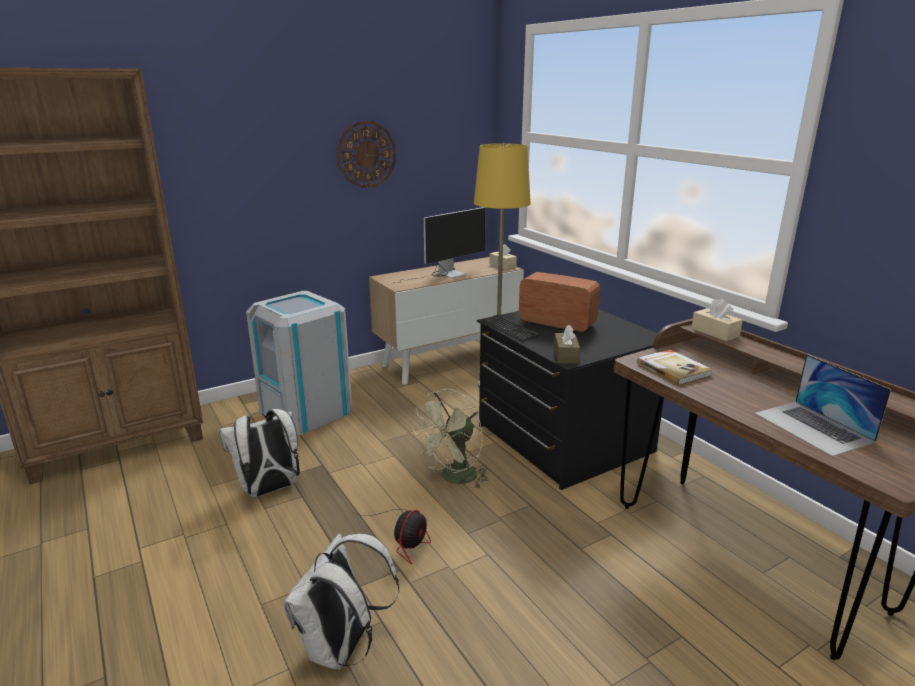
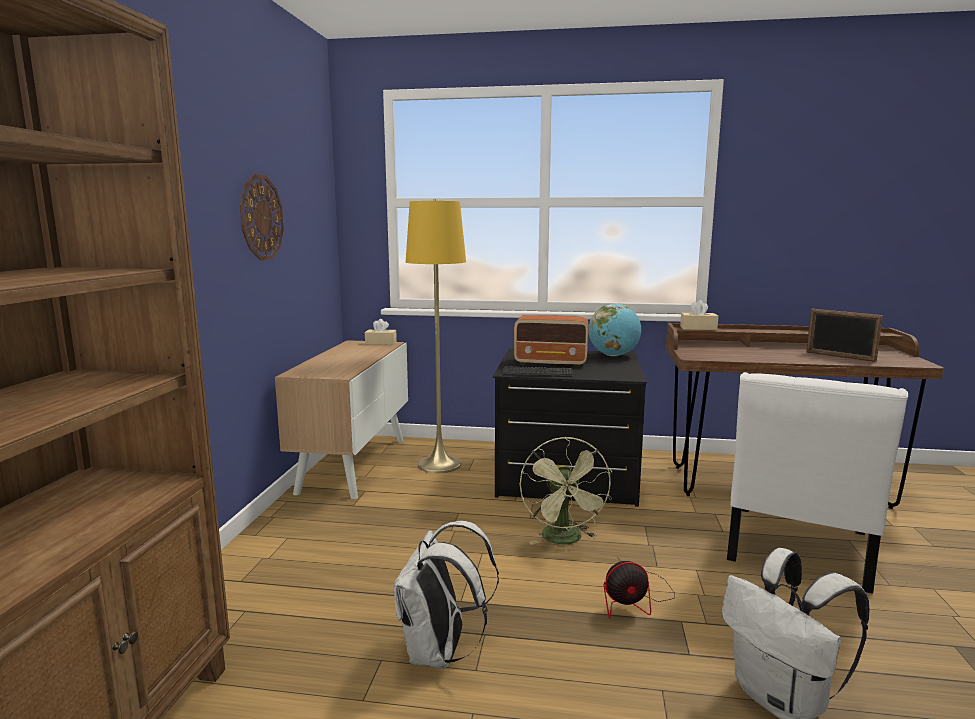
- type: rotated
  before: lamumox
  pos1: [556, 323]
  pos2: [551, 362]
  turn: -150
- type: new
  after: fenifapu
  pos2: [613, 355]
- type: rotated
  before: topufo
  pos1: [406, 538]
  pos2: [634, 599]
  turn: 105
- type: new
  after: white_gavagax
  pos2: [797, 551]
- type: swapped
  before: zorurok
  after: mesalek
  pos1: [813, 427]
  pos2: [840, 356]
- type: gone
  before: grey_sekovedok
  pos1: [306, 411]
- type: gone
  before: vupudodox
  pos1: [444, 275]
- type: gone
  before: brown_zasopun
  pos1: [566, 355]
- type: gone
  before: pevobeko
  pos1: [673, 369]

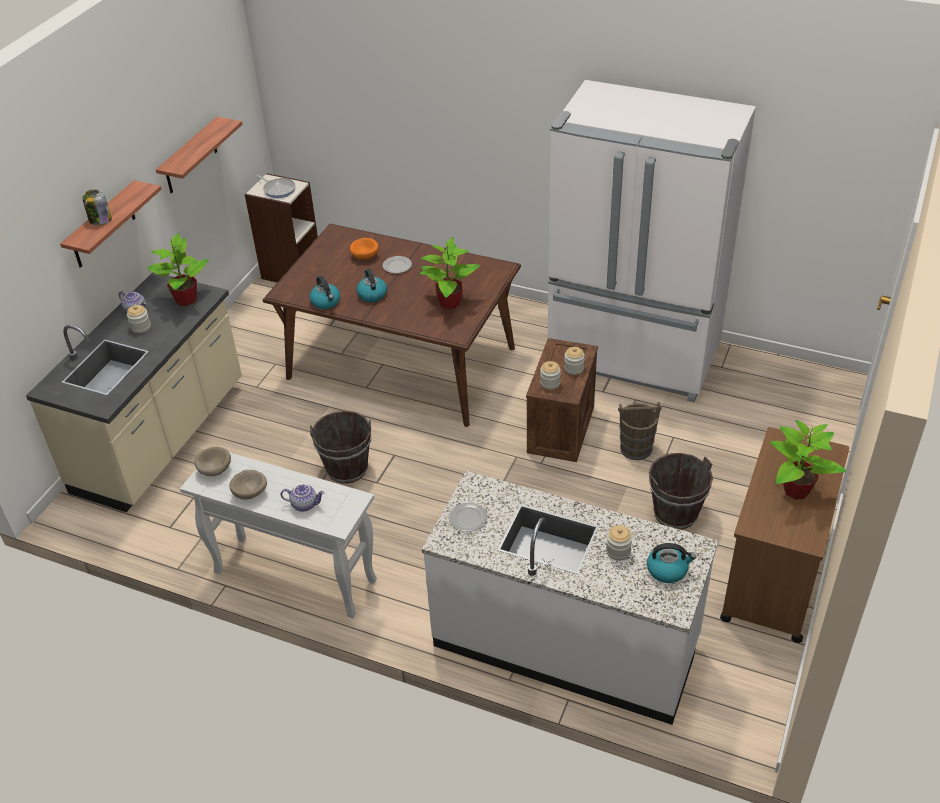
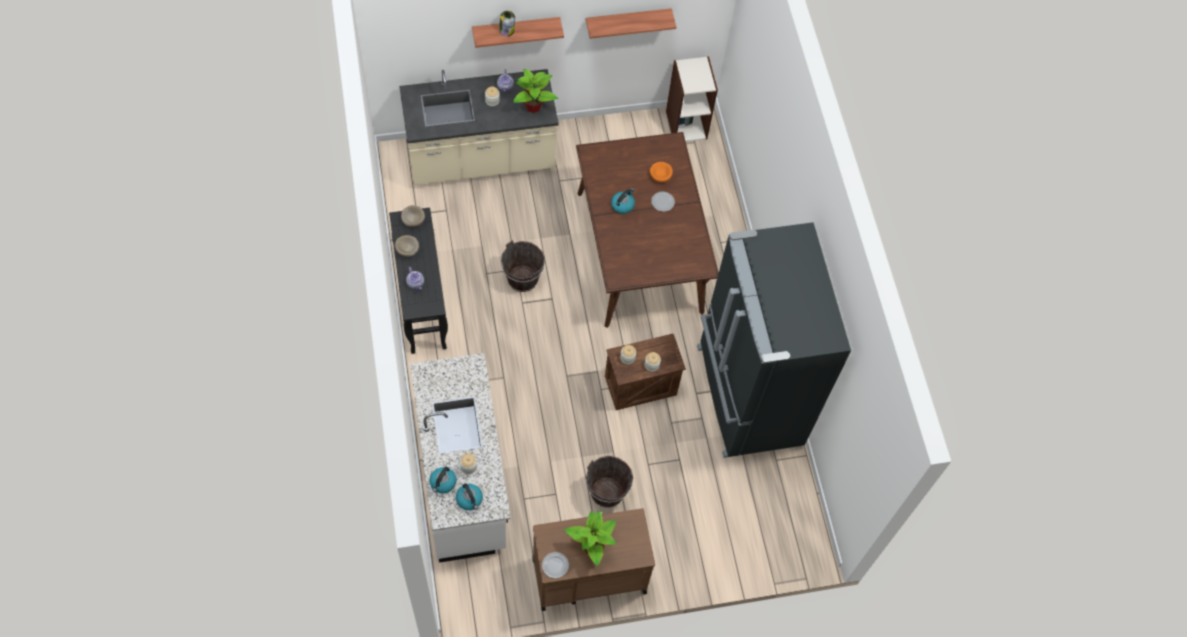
- type: repainted
  before: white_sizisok
  after: black_sizisok
  pos1: [293, 576]
  pos2: [422, 303]
- type: shifted
  before: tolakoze
  pos1: [326, 302]
  pos2: [443, 483]
- type: shifted
  before: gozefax
  pos1: [467, 519]
  pos2: [555, 565]
- type: repainted
  before: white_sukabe
  after: black_sukabe
  pos1: [633, 357]
  pos2: [747, 396]
- type: gone
  before: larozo
  pos1: [278, 189]
- type: gone
  before: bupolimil
  pos1: [449, 303]
- type: gone
  before: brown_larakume
  pos1: [636, 448]

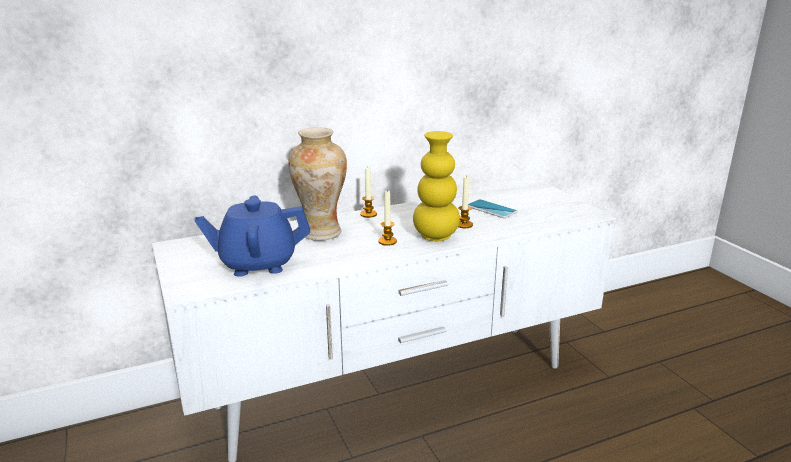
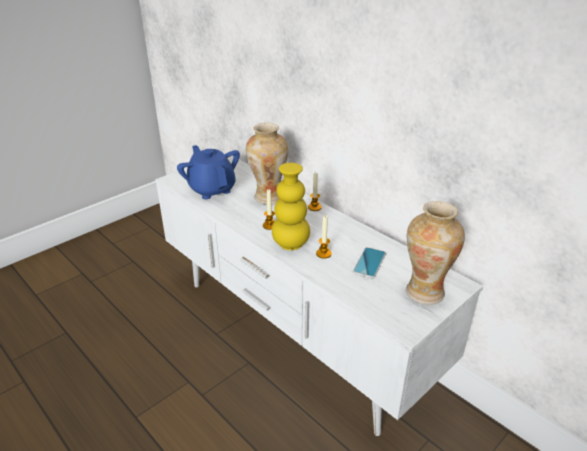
- type: new
  after: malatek
  pos2: [425, 292]

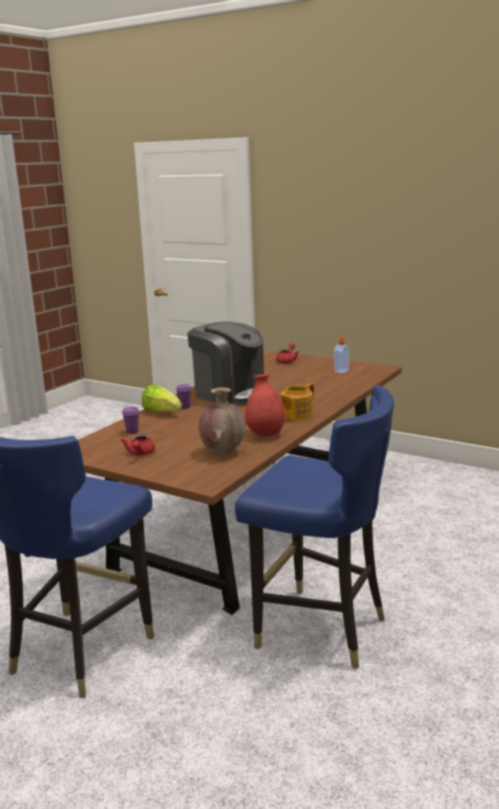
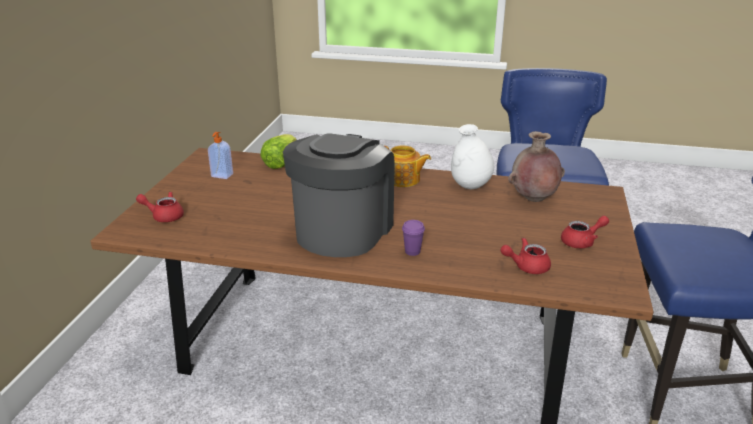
- type: shifted
  before: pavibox
  pos1: [161, 412]
  pos2: [280, 162]
- type: repainted
  before: red_malatek
  after: white_malatek
  pos1: [265, 435]
  pos2: [470, 186]
- type: swapped
  before: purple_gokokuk
  after: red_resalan
  pos1: [132, 431]
  pos2: [526, 266]

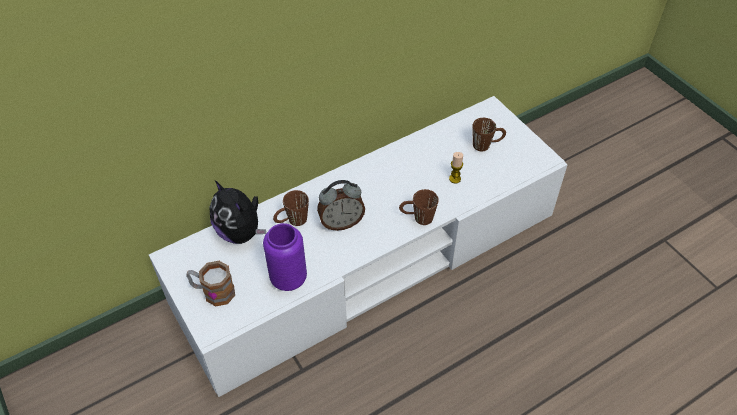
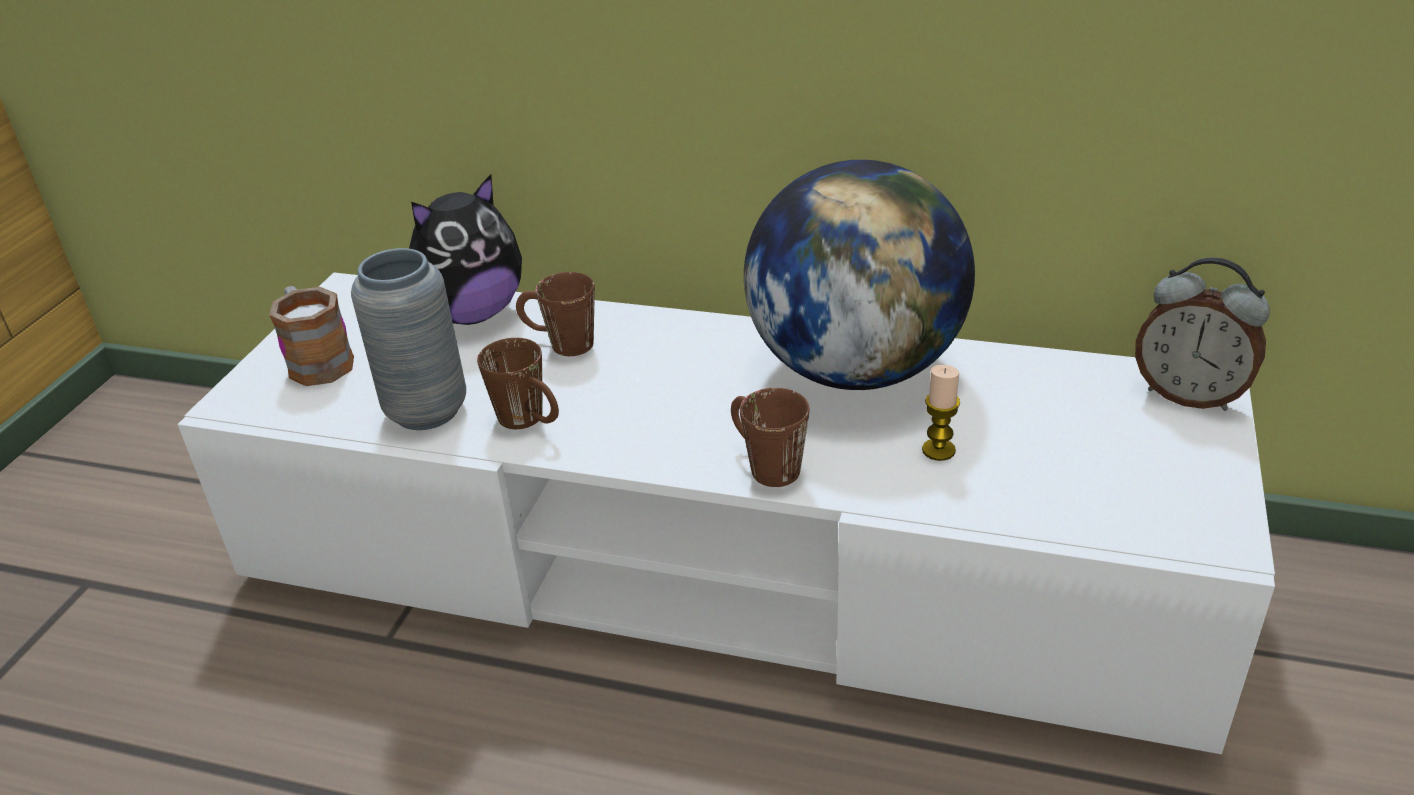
- type: repainted
  before: purple_malatek
  after: grey_malatek
  pos1: [288, 279]
  pos2: [427, 411]
- type: rotated
  before: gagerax
  pos1: [240, 232]
  pos2: [472, 314]
  turn: -135
- type: shifted
  before: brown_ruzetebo
  pos1: [486, 144]
  pos2: [531, 421]
- type: new
  after: fenifapu
  pos2: [855, 369]
- type: shifted
  before: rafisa
  pos1: [341, 222]
  pos2: [1189, 395]

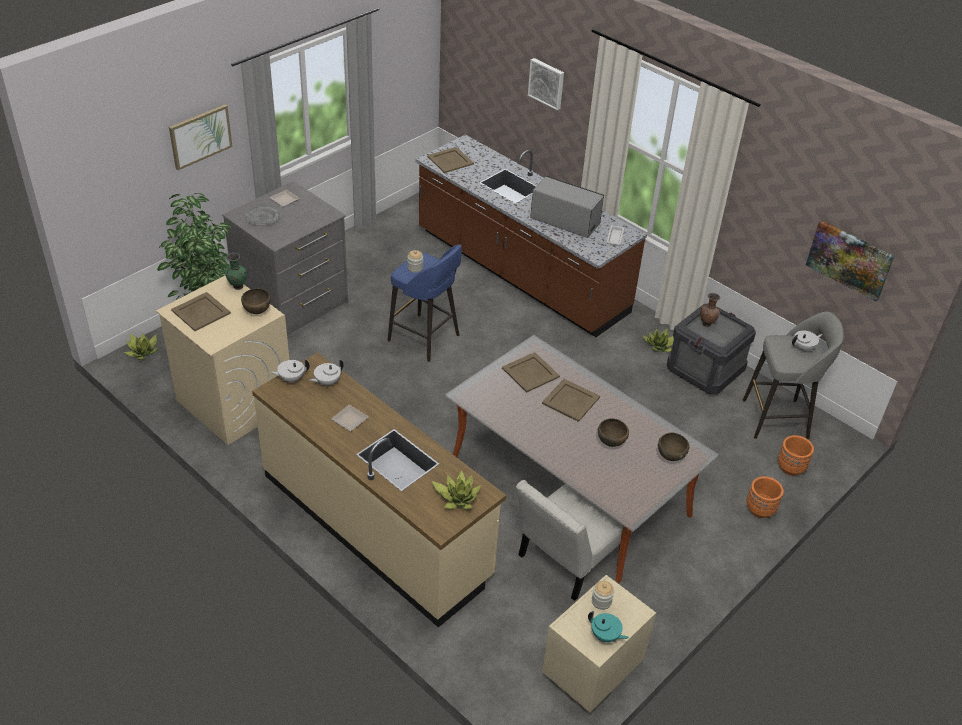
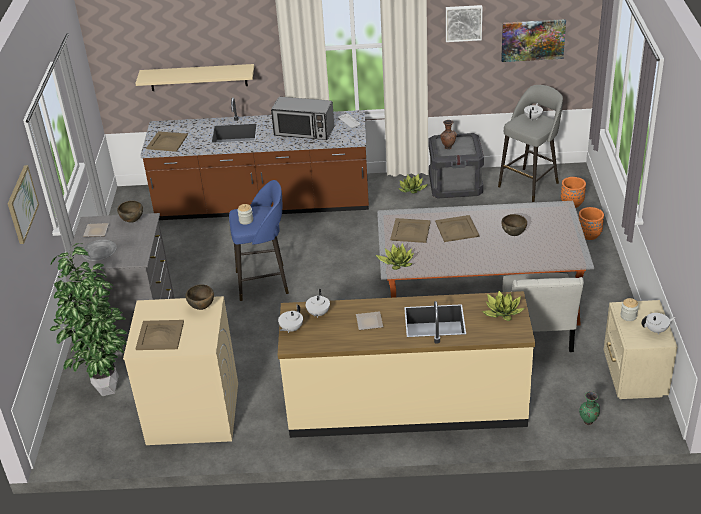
- type: shifted
  before: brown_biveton
  pos1: [670, 457]
  pos2: [132, 221]
- type: new
  after: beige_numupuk
  pos2: [198, 77]
- type: rotated
  before: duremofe
  pos1: [565, 221]
  pos2: [304, 131]
  turn: -150
- type: shifted
  before: bupolimil
  pos1: [143, 351]
  pos2: [397, 262]
- type: shifted
  before: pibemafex
  pos1: [547, 83]
  pos2: [463, 22]
- type: shifted
  before: green_malatek
  pos1: [237, 287]
  pos2: [588, 422]
- type: repainted
  before: turquoise_resalan
  after: white_resalan
  pos1: [605, 636]
  pos2: [656, 330]

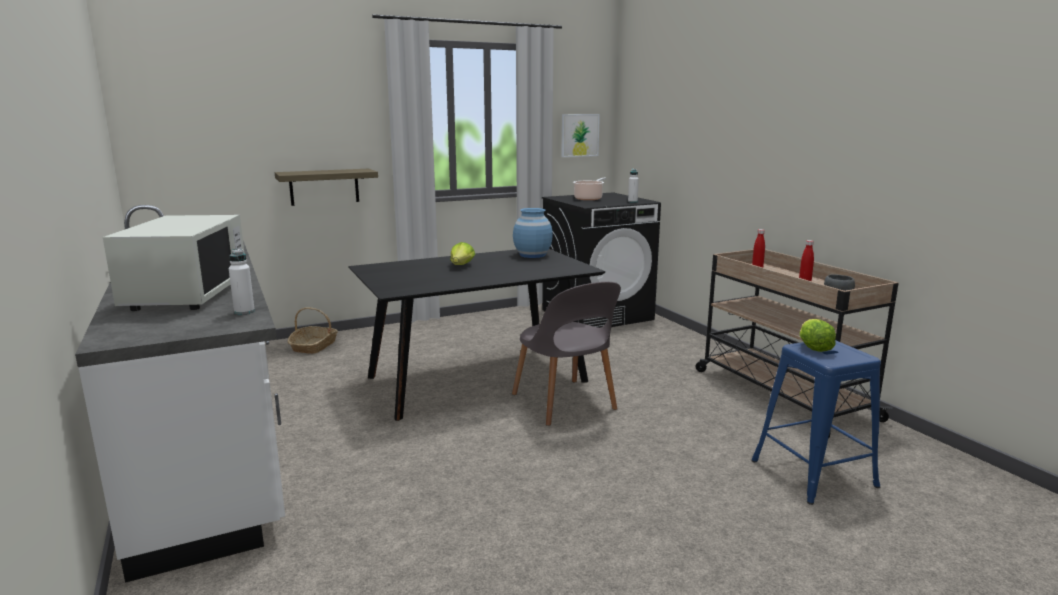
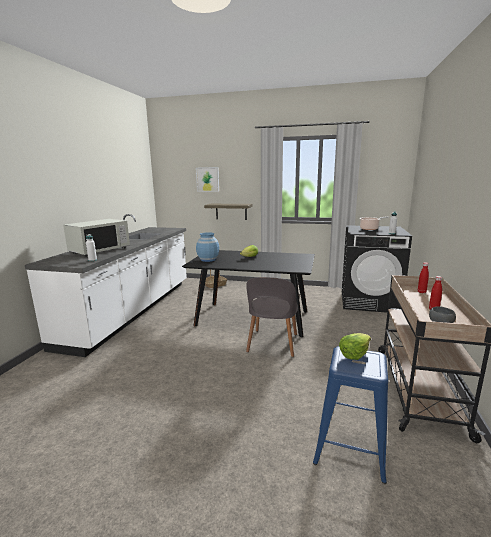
- type: shifted
  before: pibemafex
  pos1: [579, 135]
  pos2: [207, 179]
- type: shifted
  before: blue_malatek
  pos1: [533, 255]
  pos2: [208, 259]

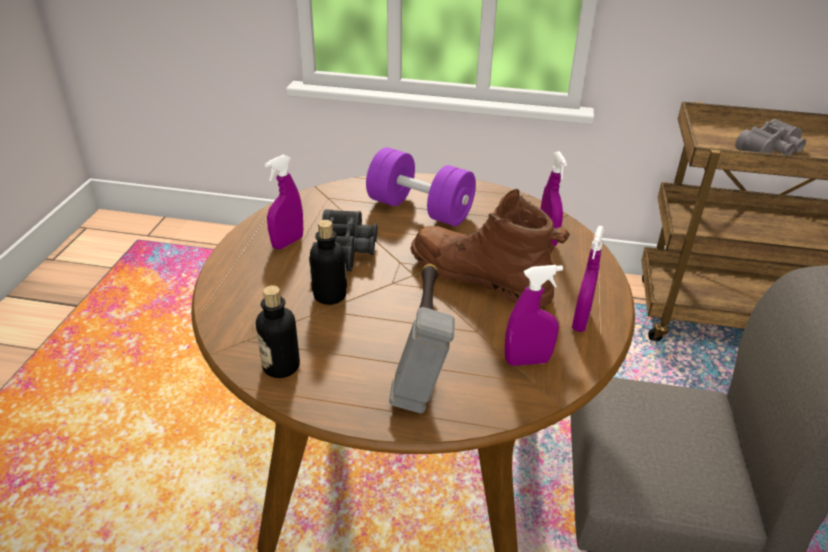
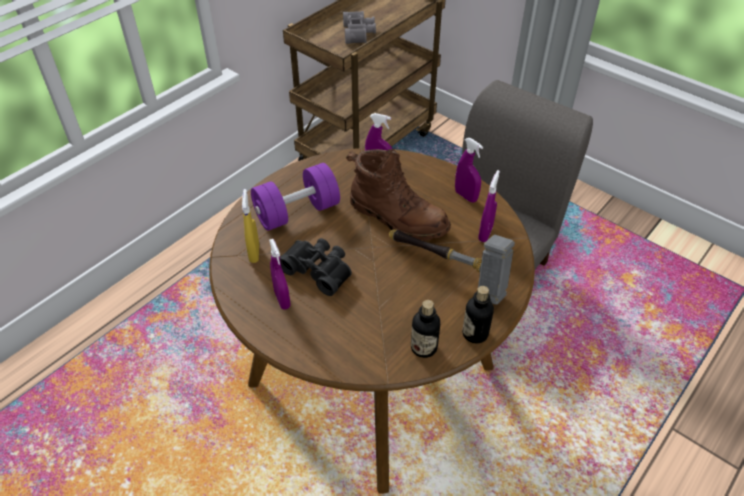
- type: new
  after: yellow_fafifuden
  pos2: [254, 253]
- type: rotated
  before: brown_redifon
  pos1: [480, 277]
  pos2: [397, 217]
  turn: -120
- type: shifted
  before: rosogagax
  pos1: [330, 295]
  pos2: [475, 333]

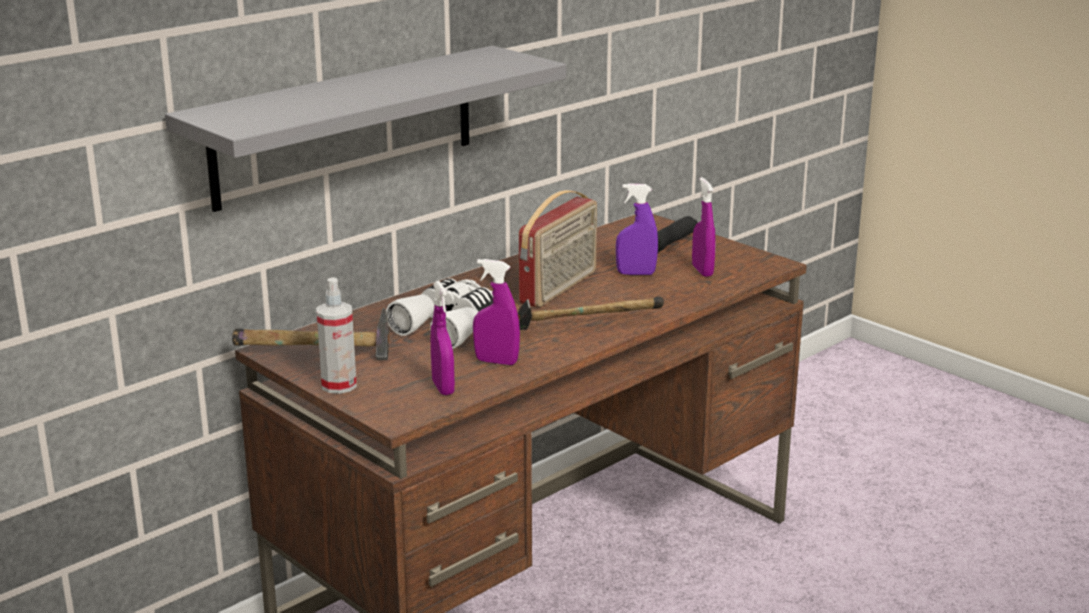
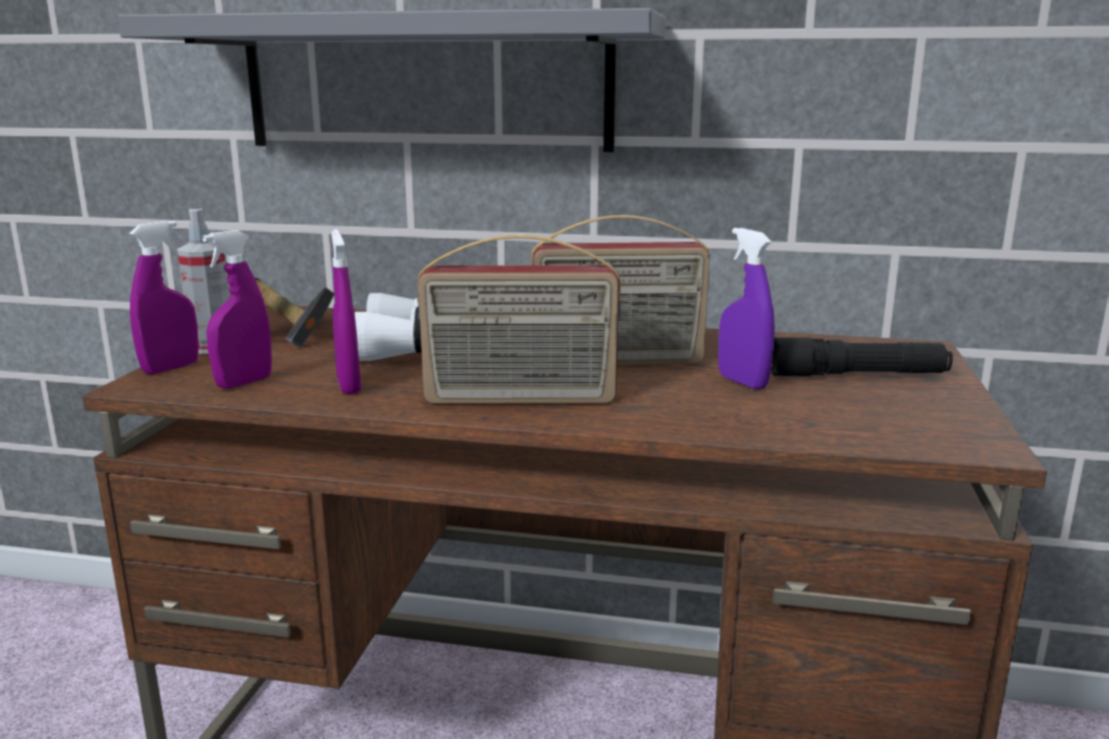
- type: shifted
  before: purple_fafifuden
  pos1: [702, 271]
  pos2: [171, 368]
- type: swapped
  before: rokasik
  after: lamumox
  pos1: [585, 327]
  pos2: [520, 399]

